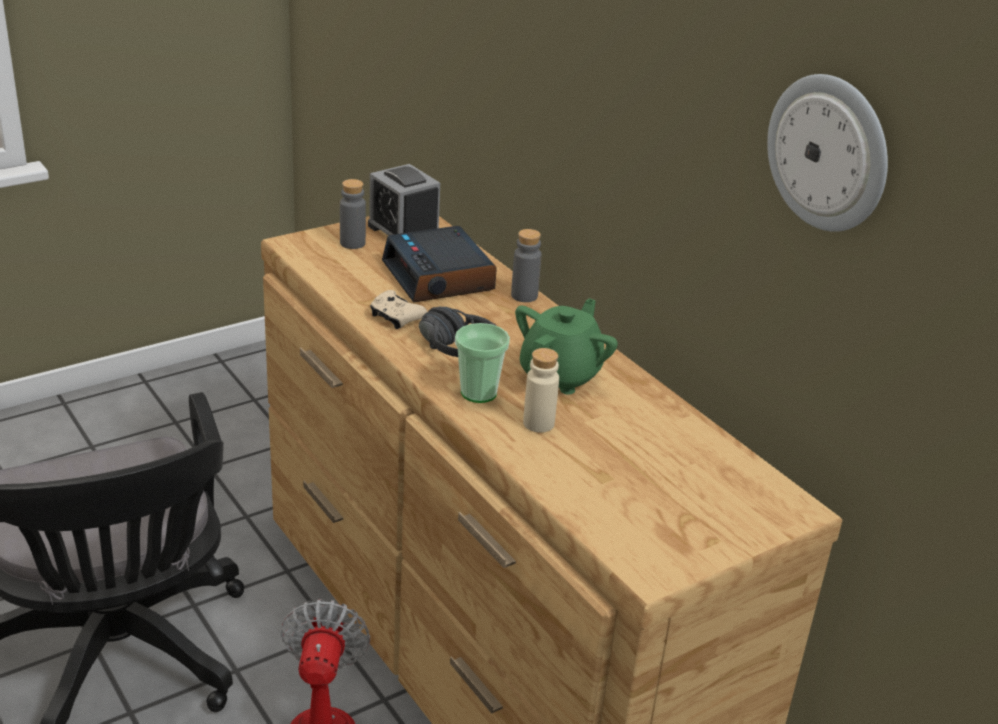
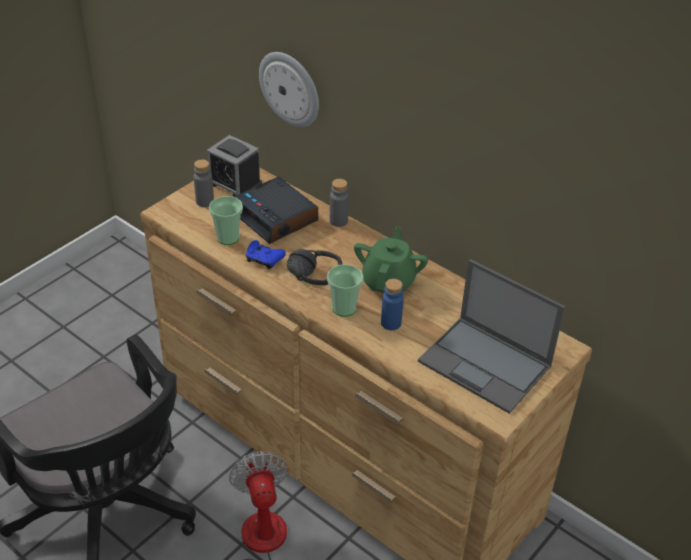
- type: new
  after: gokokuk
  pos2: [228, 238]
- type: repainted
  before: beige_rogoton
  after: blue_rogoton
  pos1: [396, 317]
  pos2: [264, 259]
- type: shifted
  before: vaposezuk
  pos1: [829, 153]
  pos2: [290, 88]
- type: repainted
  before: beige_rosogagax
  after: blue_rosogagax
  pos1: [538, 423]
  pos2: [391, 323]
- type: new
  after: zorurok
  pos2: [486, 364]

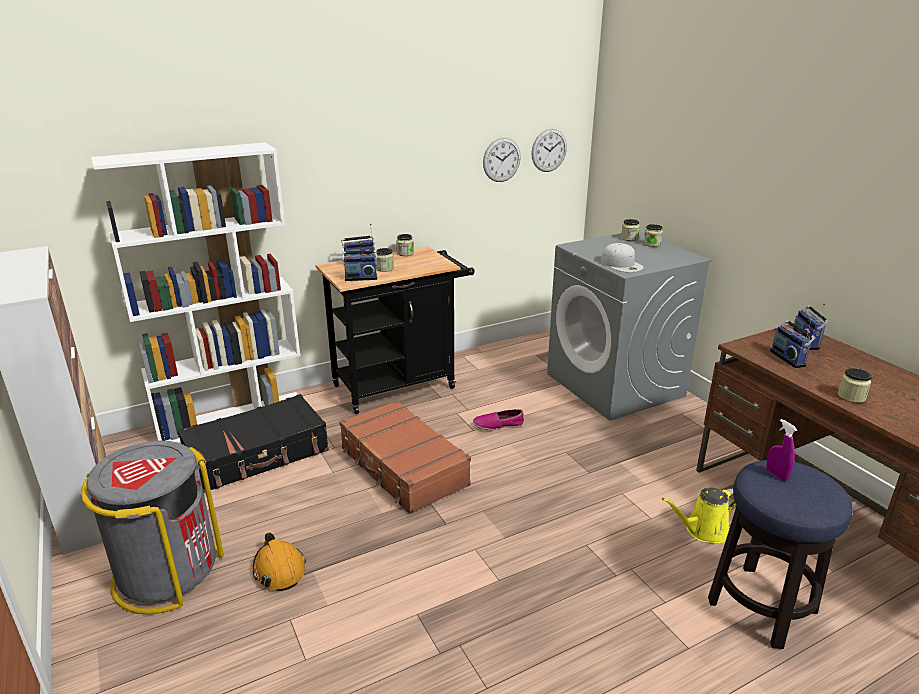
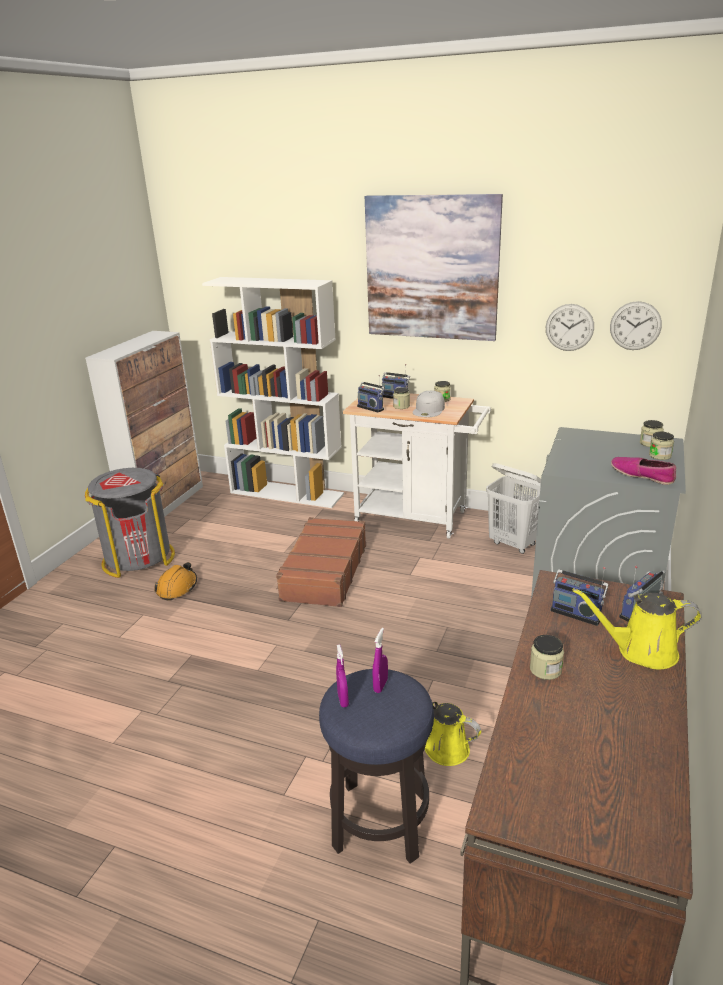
- type: new
  after: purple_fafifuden
  pos2: [343, 700]
- type: repainted
  before: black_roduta
  after: white_roduta
  pos1: [401, 384]
  pos2: [418, 518]
- type: new
  after: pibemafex
  pos2: [431, 268]
- type: shifted
  before: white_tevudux
  pos1: [622, 264]
  pos2: [429, 410]
- type: new
  after: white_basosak
  pos2: [513, 544]
- type: rotated
  before: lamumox
  pos1: [789, 358]
  pos2: [576, 613]
  turn: -90
- type: new
  after: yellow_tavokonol
  pos2: [641, 651]
- type: shifted
  before: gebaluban
  pos1: [498, 425]
  pos2: [642, 475]
- type: gone
  before: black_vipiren
  pos1: [257, 455]

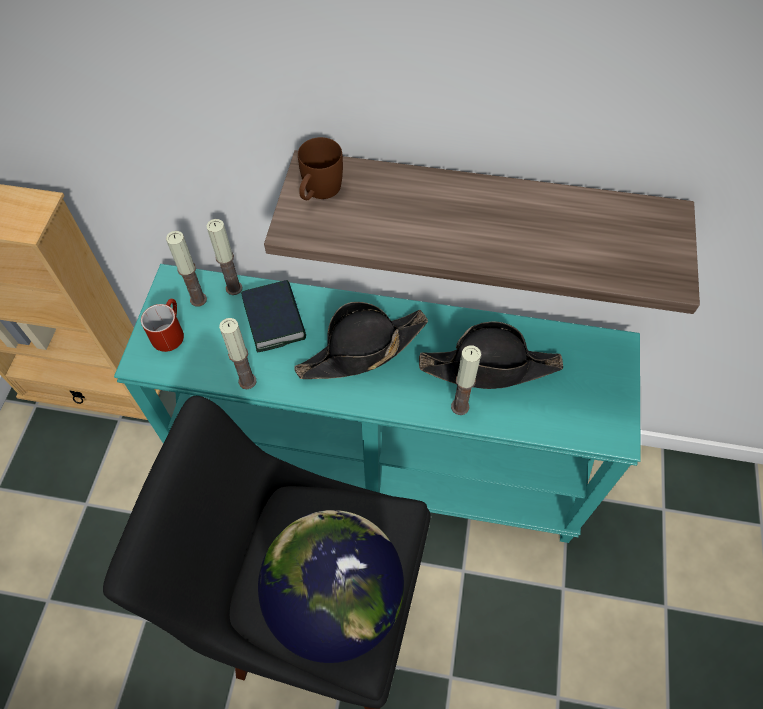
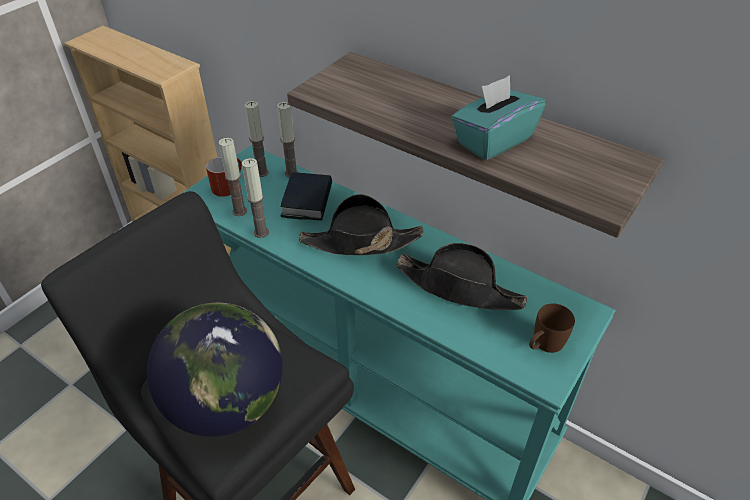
- type: shifted
  before: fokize
  pos1: [460, 407]
  pos2: [239, 211]
- type: new
  after: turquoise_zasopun
  pos2: [493, 140]
- type: shifted
  before: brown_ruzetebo
  pos1: [319, 192]
  pos2: [544, 344]

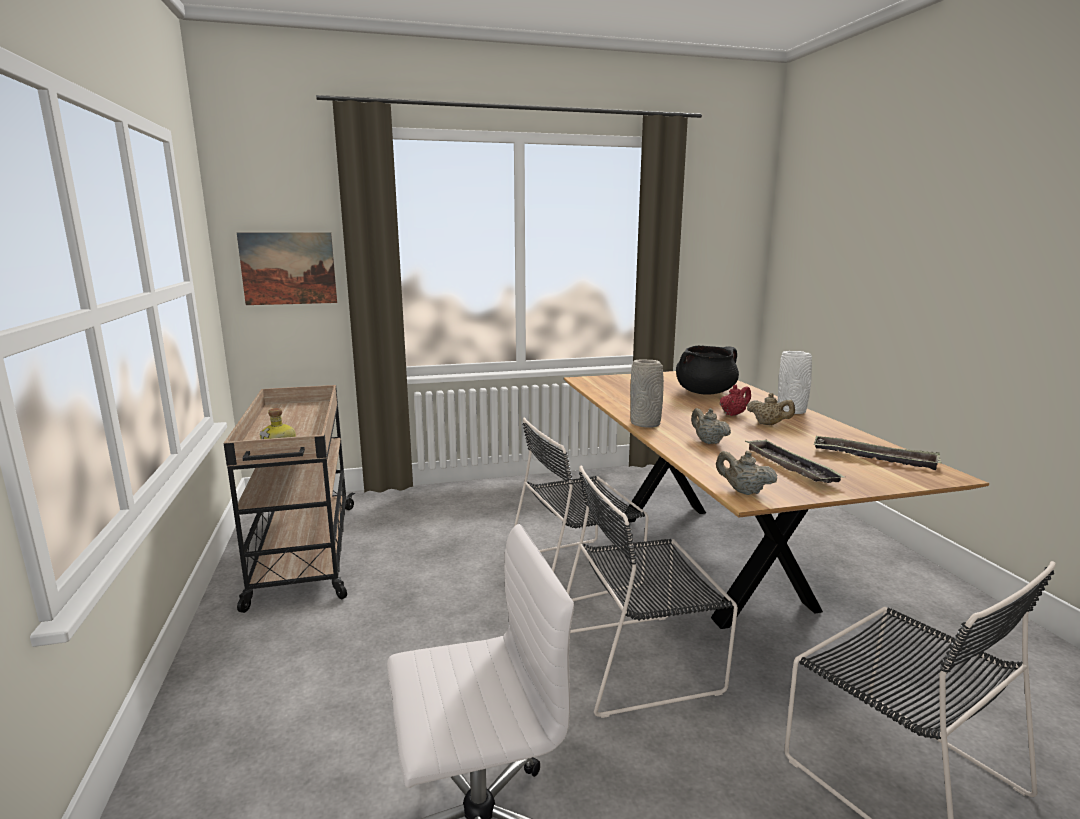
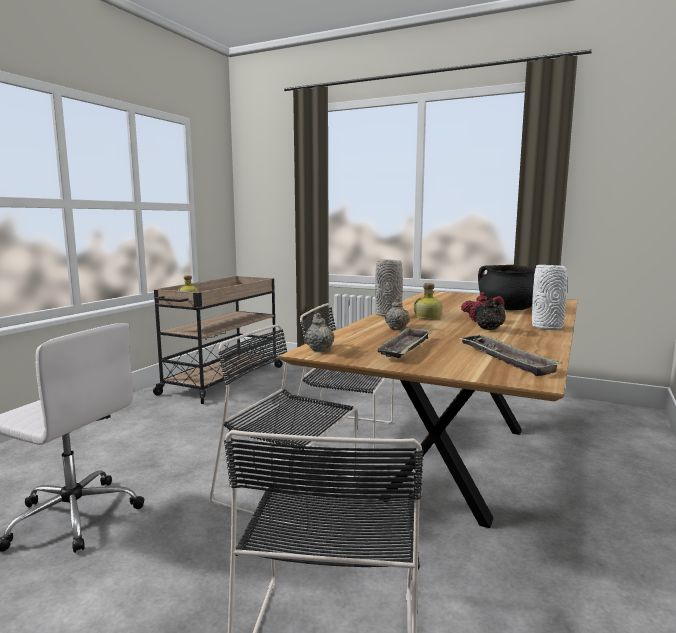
- type: new
  after: rosogagax
  pos2: [428, 317]
- type: repainted
  before: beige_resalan
  after: black_resalan
  pos1: [769, 424]
  pos2: [489, 330]
- type: gone
  before: pibemafex
  pos1: [288, 268]

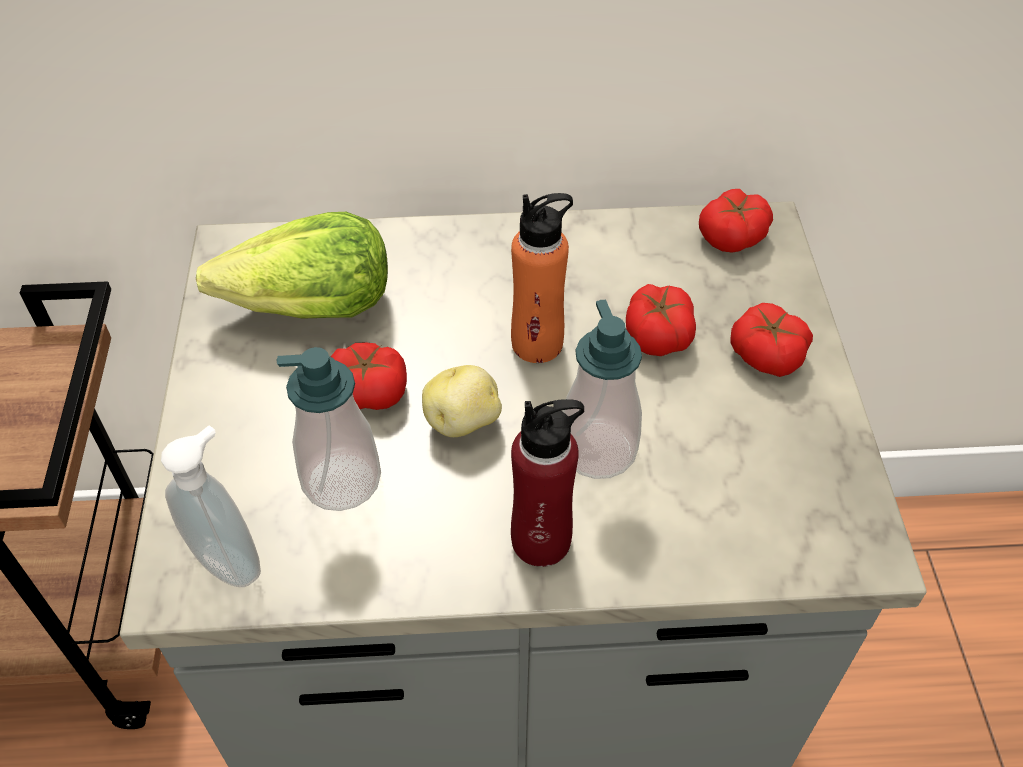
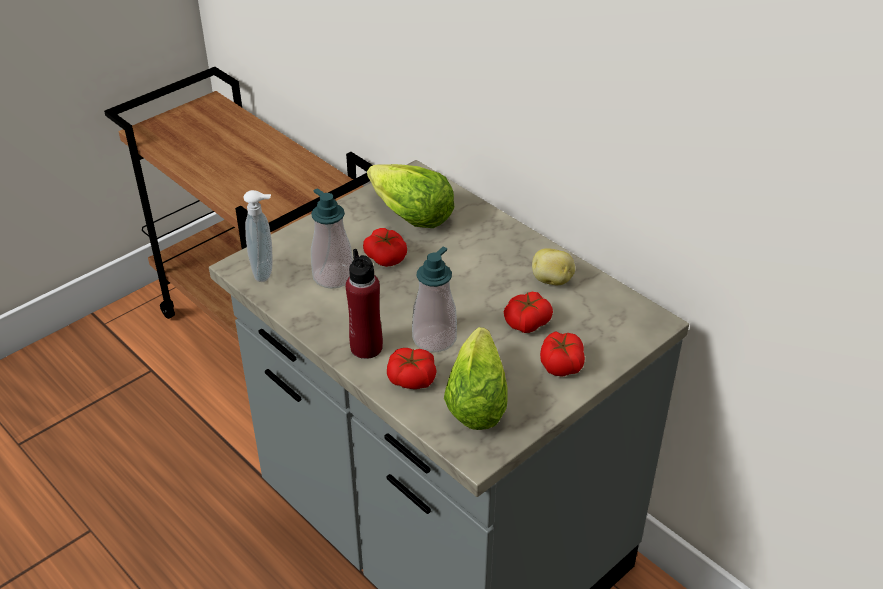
- type: shifted
  before: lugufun
  pos1: [732, 236]
  pos2: [412, 379]
- type: new
  after: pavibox
  pos2: [478, 395]
- type: shifted
  before: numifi
  pos1: [464, 421]
  pos2: [552, 281]
- type: gone
  before: orange_rosogagax
  pos1: [537, 343]

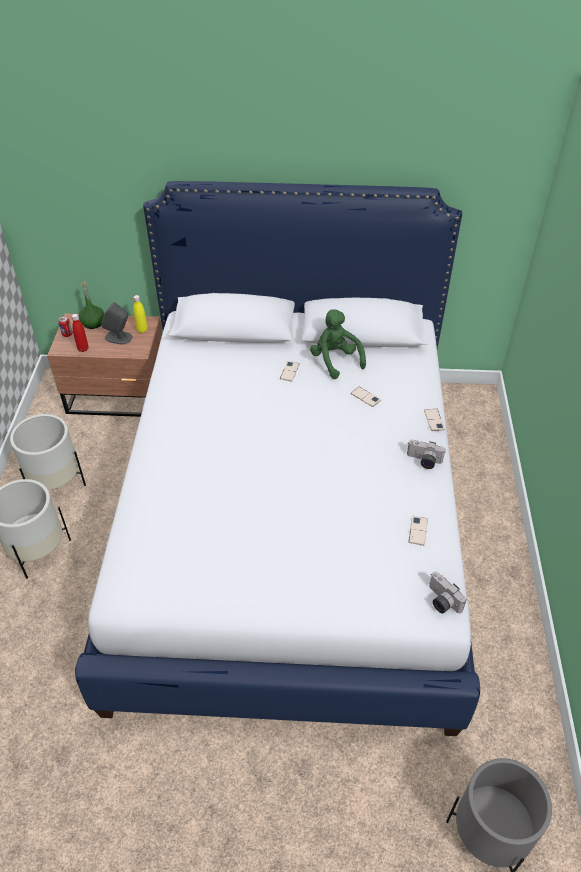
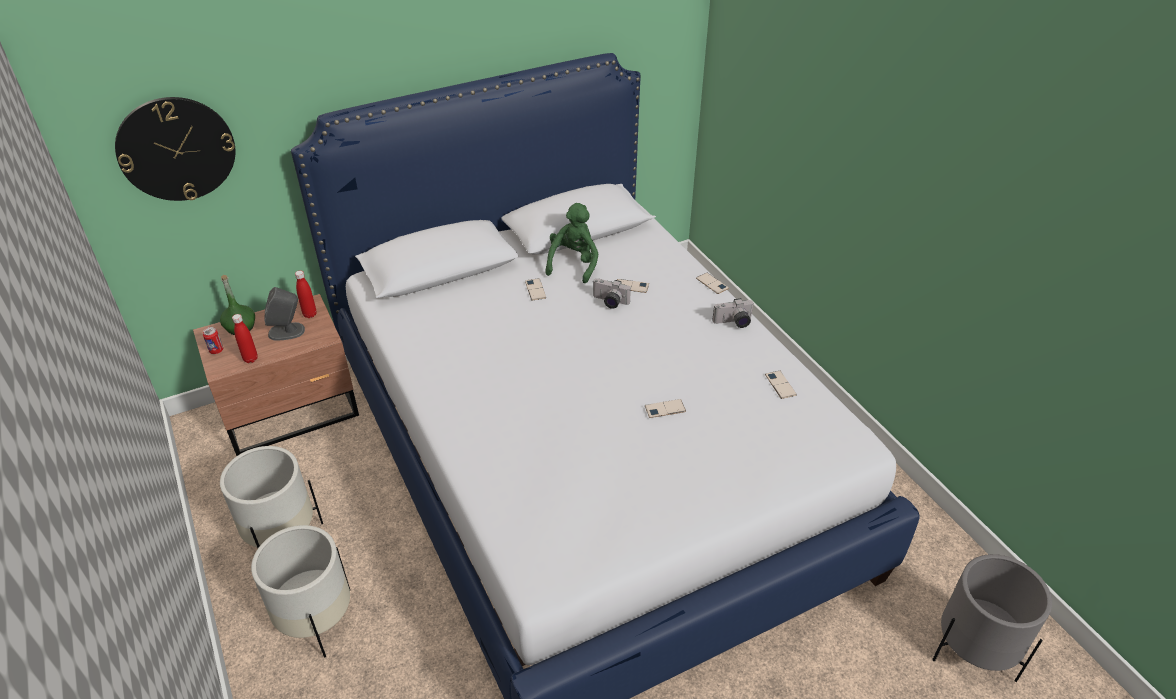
- type: new
  after: vaposezuk
  pos2: [176, 149]
- type: repainted
  before: yellow_rosogagax
  after: red_rosogagax
  pos1: [142, 330]
  pos2: [310, 314]
- type: rotated
  before: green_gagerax
  pos1: [335, 360]
  pos2: [573, 263]
  turn: 75
- type: shifted
  before: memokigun
  pos1: [441, 601]
  pos2: [609, 302]
- type: new
  after: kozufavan
  pos2: [665, 409]

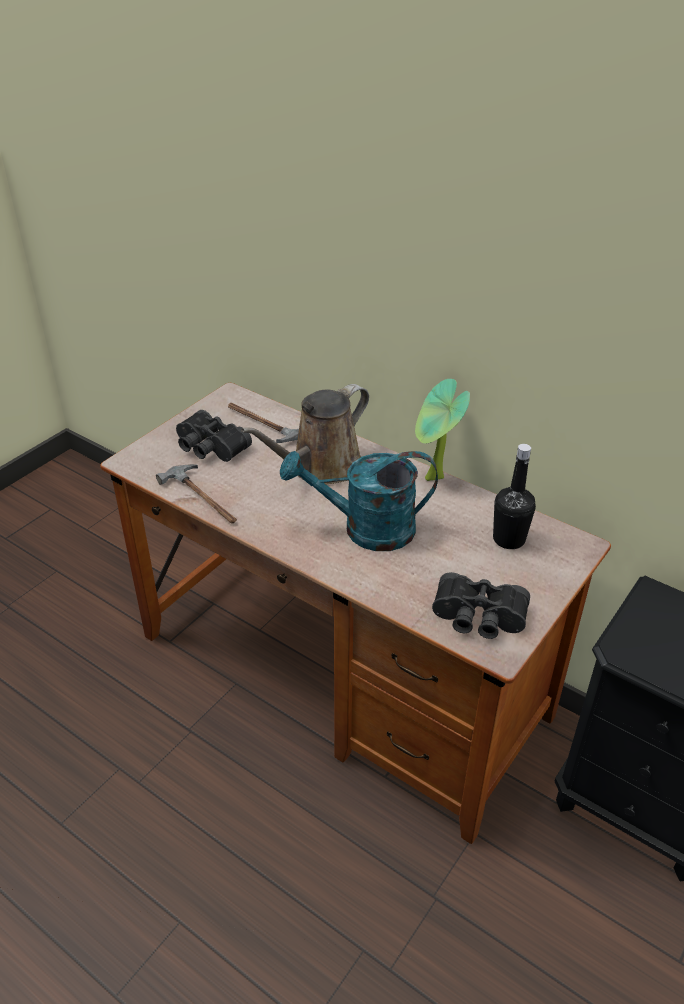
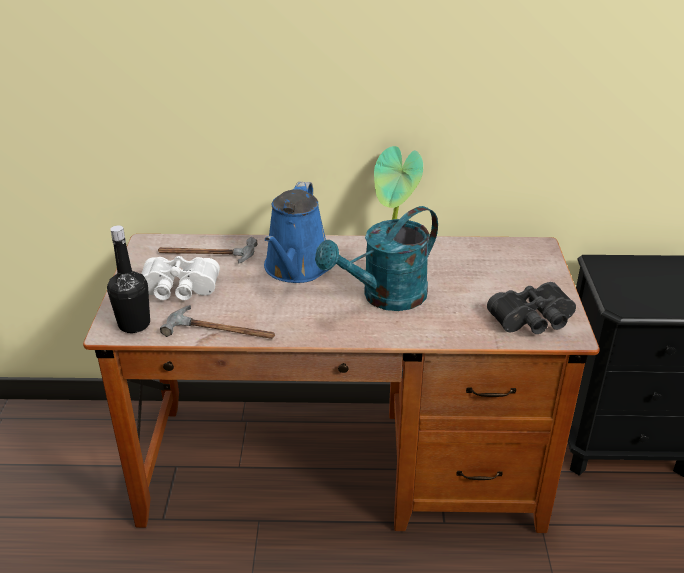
- type: shifted
  before: black_rosogagax
  pos1: [509, 539]
  pos2: [134, 324]
- type: repainted
  before: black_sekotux
  after: white_sekotux
  pos1: [209, 448]
  pos2: [179, 290]
- type: repainted
  before: brown_tavokonol
  after: blue_tavokonol
  pos1: [321, 468]
  pos2: [296, 268]

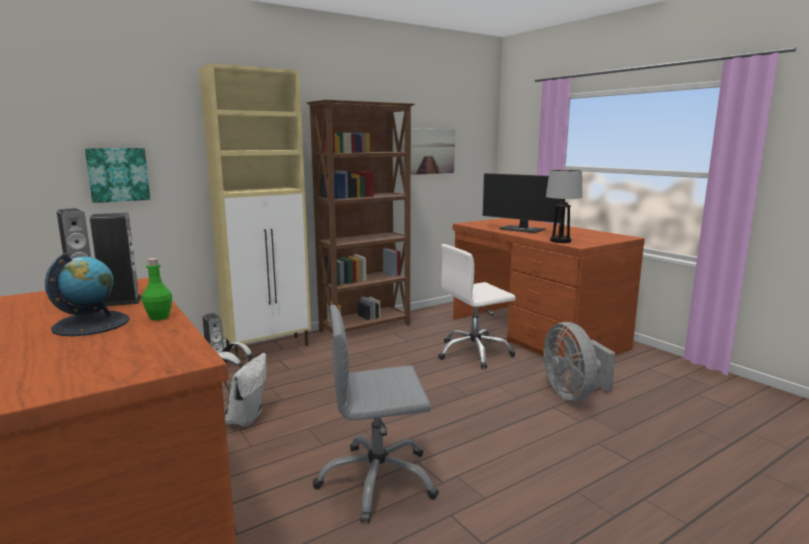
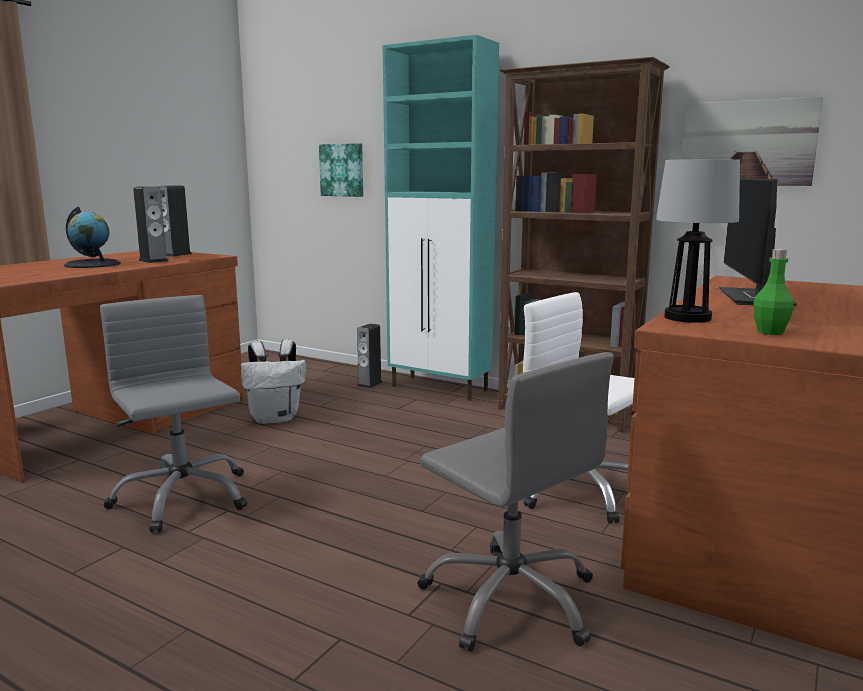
- type: repainted
  before: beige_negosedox
  after: turquoise_negosedox
  pos1: [269, 348]
  pos2: [440, 388]
- type: swapped
  before: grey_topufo
  after: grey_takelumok
  pos1: [573, 394]
  pos2: [511, 598]
- type: shifted
  before: green_rosogagax
  pos1: [159, 317]
  pos2: [770, 332]

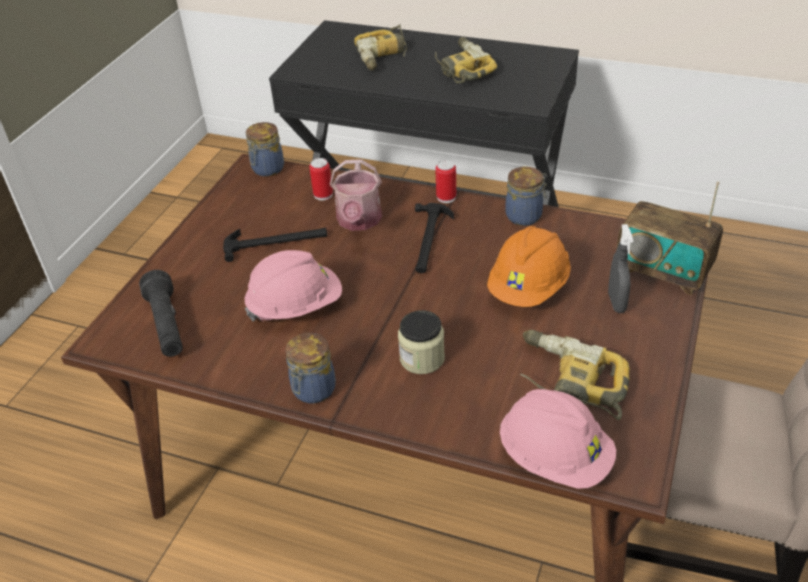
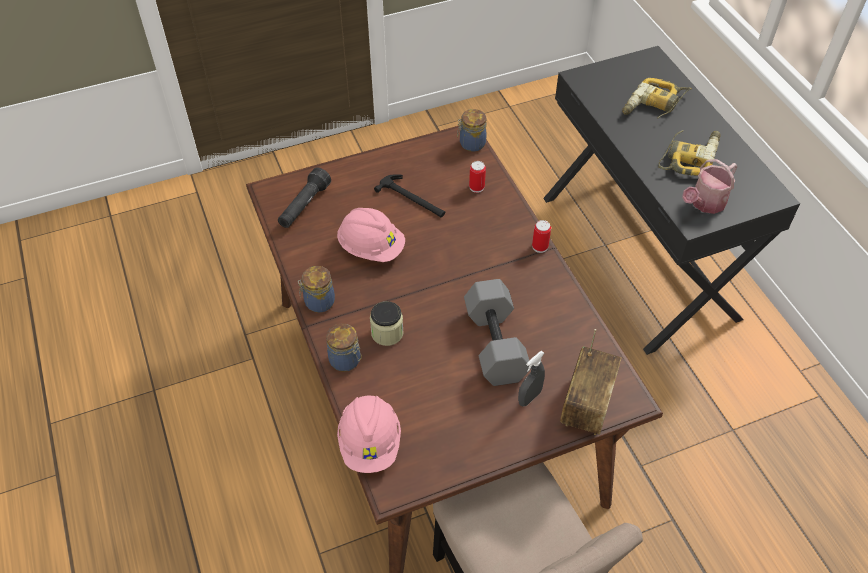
- type: shifted
  before: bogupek
  pos1: [525, 216]
  pos2: [346, 360]
- type: swapped
  before: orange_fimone
  after: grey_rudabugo
  pos1: [529, 288]
  pos2: [497, 344]
- type: rotated
  before: lamumox
  pos1: [663, 271]
  pos2: [586, 405]
  turn: -150
- type: shifted
  before: tavokonol
  pos1: [359, 221]
  pos2: [705, 203]
- type: gone
  before: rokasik
  pos1: [429, 240]
- type: gone
  before: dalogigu
  pos1: [569, 382]

